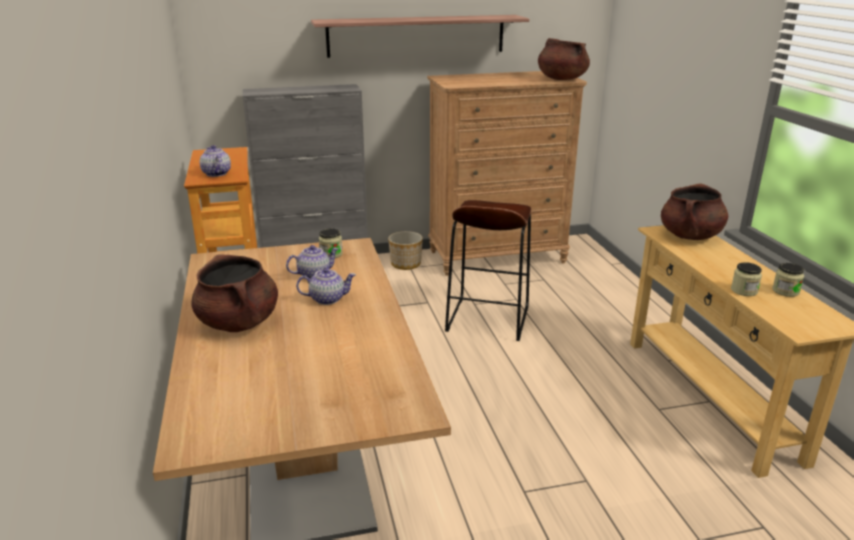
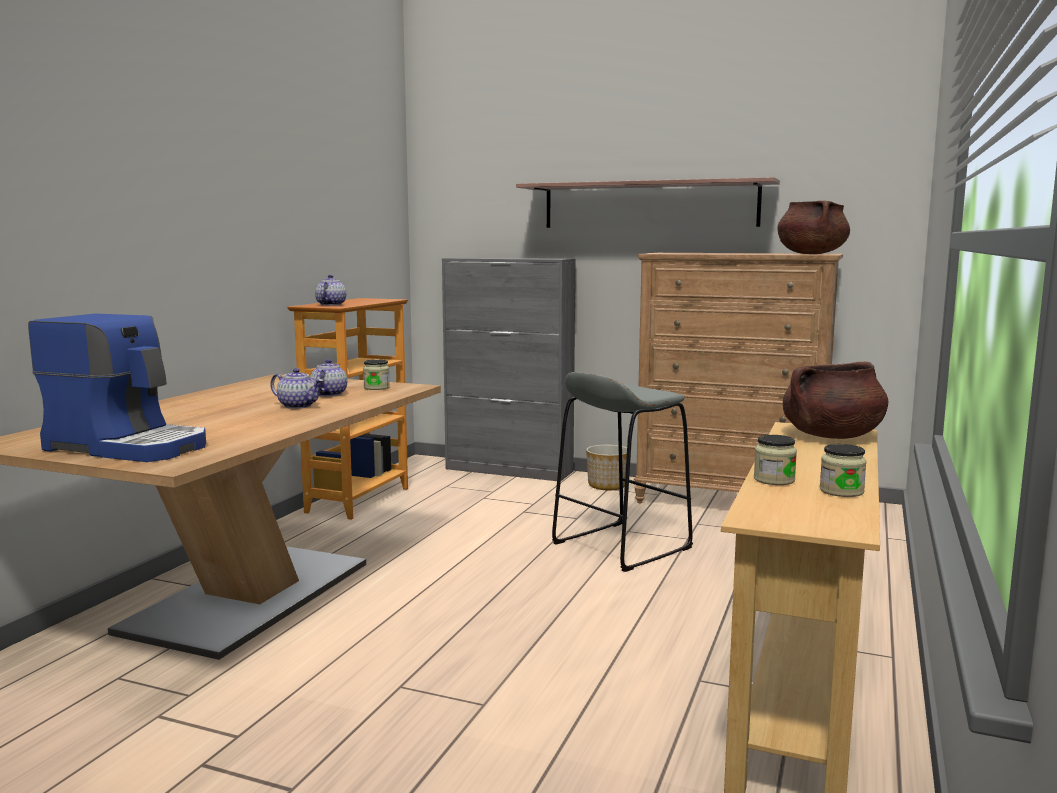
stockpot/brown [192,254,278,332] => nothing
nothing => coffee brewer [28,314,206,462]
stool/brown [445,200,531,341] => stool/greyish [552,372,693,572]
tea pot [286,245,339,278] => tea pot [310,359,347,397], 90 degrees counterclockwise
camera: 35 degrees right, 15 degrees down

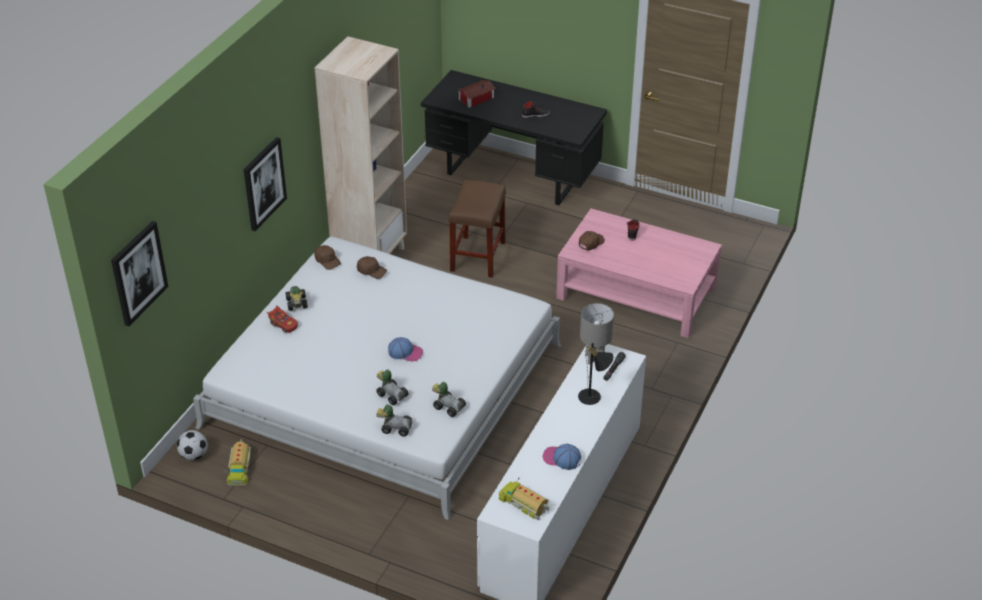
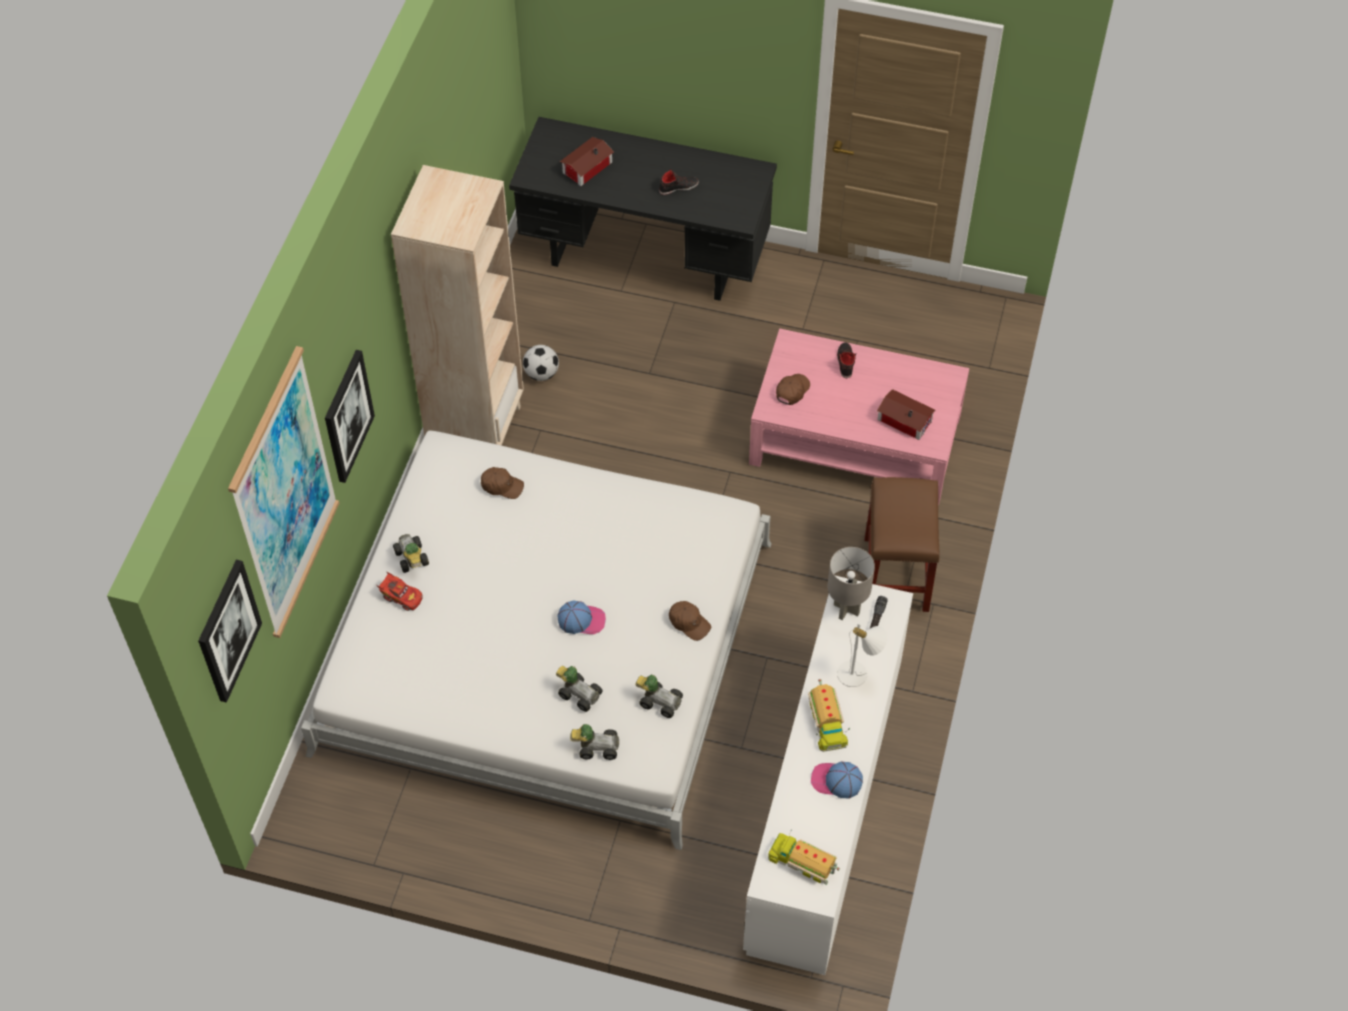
nothing => picture [228,346,339,638]
nothing => toy house [877,389,936,440]
ball for football [177,430,208,461] => ball for football [523,345,559,381], relocated
toy lorry [224,439,251,486] => toy lorry [808,679,850,752], relocated
cap/brown [314,245,341,270] => cap/brown [669,601,711,641], relocated
stool/brown [449,180,506,277] => stool/brown [865,477,939,612], relocated
lamp for a table/black-coloured [578,343,614,405] => lamp for a table/whitish [837,622,888,687]
camera: 10 degrees left, 15 degrees up

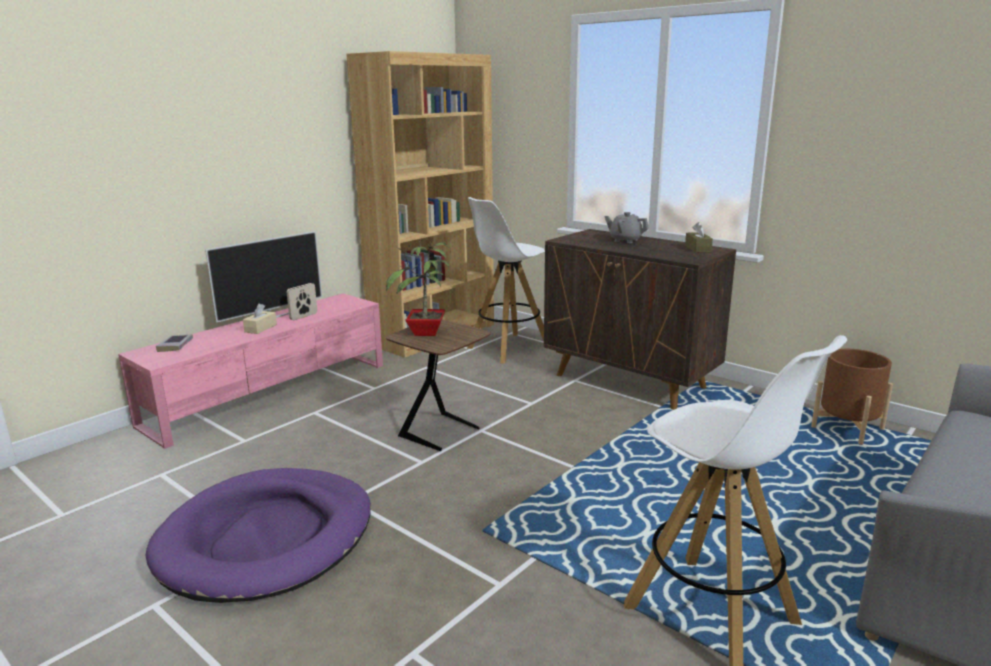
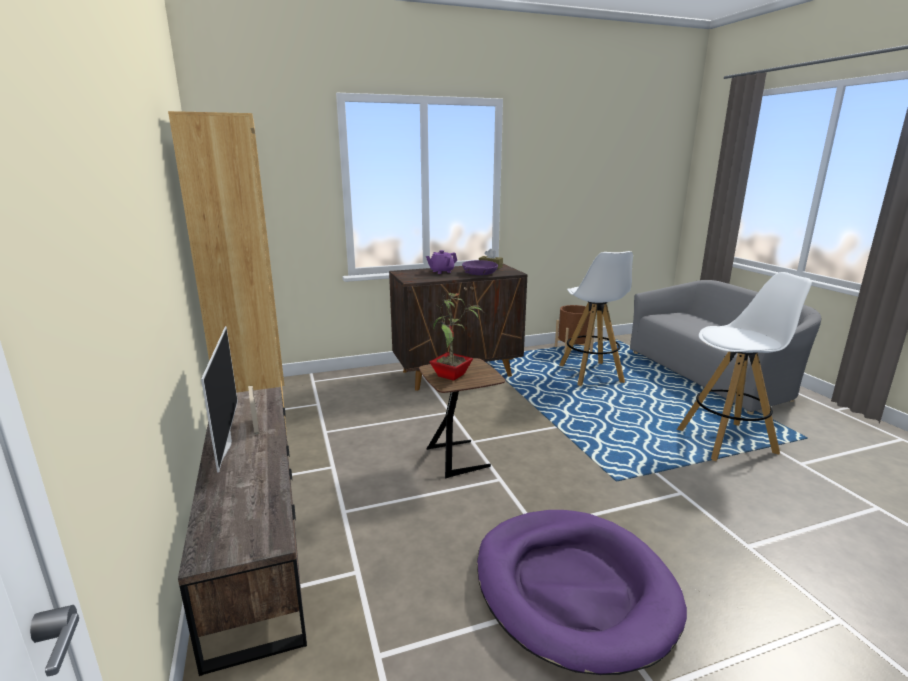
book [156,334,193,352] => nothing
box of tissues/beige [243,304,277,334] => nothing
nothing => serving bowl/purplish [462,260,498,275]
stool/whitish [467,197,548,363] => stool/whitish [559,251,633,386], relocated
tv stand/pink [118,294,383,449] => tv stand/brown [178,387,307,676]
tea pot/greyish [605,212,649,243] => tea pot/purplish [426,250,457,274]
camera: 60 degrees left, 0 degrees up

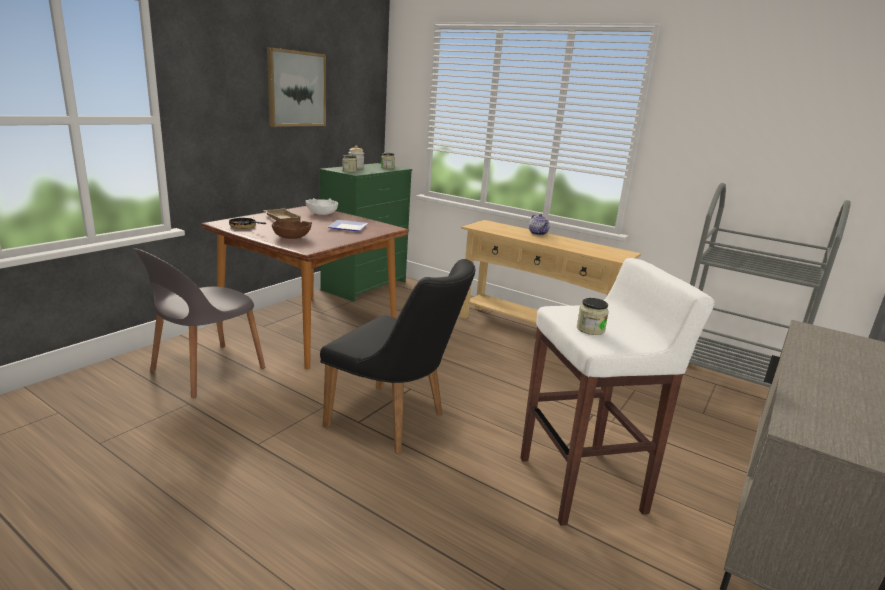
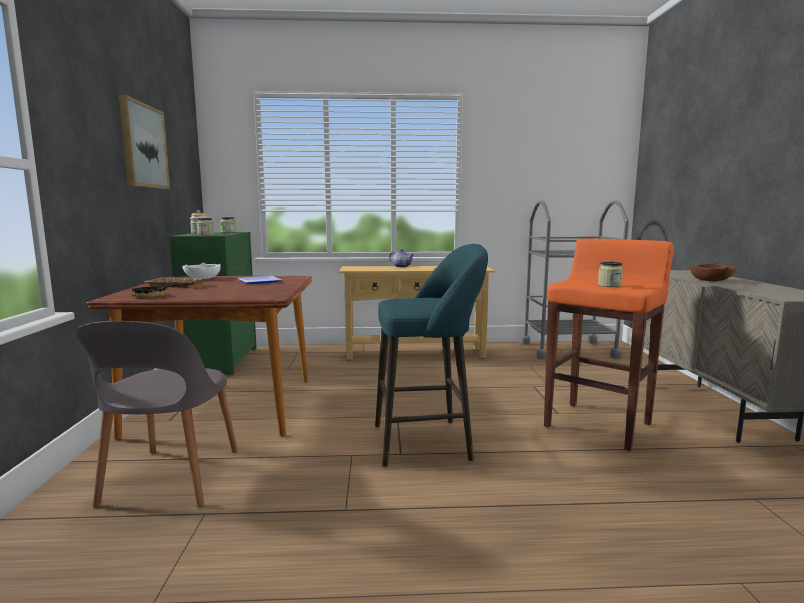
serving bowl/brown [272,220,312,239] => serving bowl/brown [690,262,736,282], relocated
upright chair/black-coloured [320,259,475,454] => stool/turquoise [375,244,488,467]
stool/whitish [520,258,715,526] => stool/orange-coloured [544,238,674,451]
camera: 35 degrees left, 10 degrees down

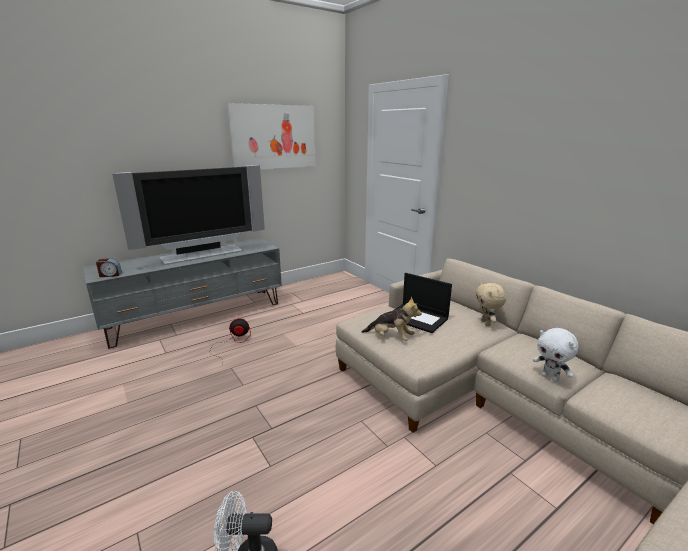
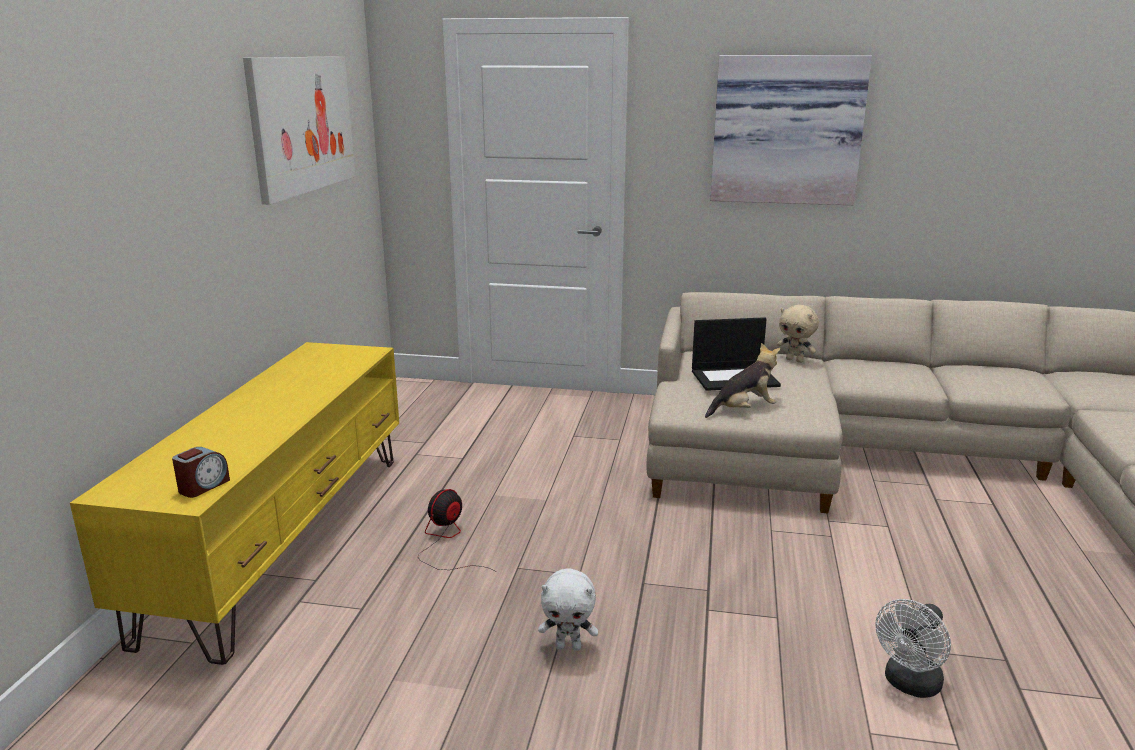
TV [112,165,265,265] => nothing
nothing => picture [710,55,872,205]
cuddly toy/whitish [533,328,579,382] => cuddly toy/whitish [538,568,598,651], relocated
tv stand/greyish [83,238,282,349] => tv stand/yellow-coloured [70,342,399,665]
camera: 45 degrees left, 0 degrees up

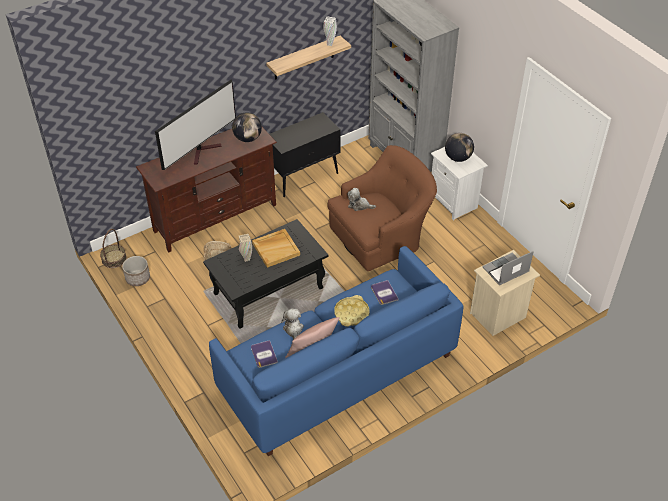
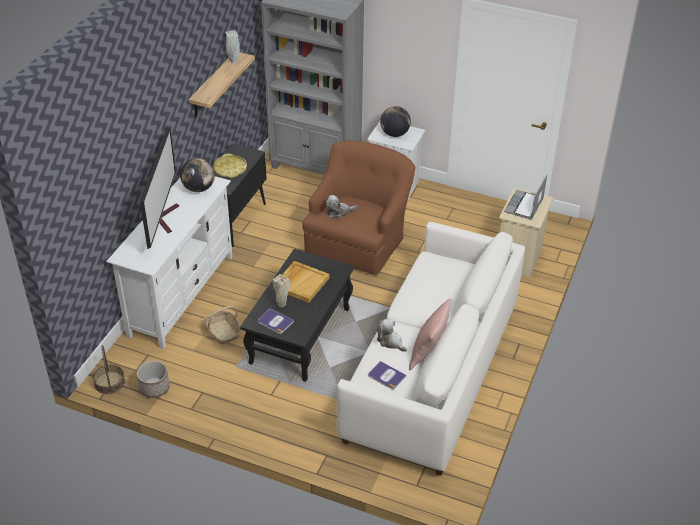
serving tray/yellow-coloured [334,295,369,327] => serving tray/yellow-coloured [213,153,247,178], relocated
book [371,280,399,305] => book [258,309,294,334], relocated
tv stand/brown [136,127,277,252] => tv stand/whitish [106,176,233,349]
settee/blue [209,246,463,456] => settee/whitish [337,222,525,476]
camera: 35 degrees left, 5 degrees down

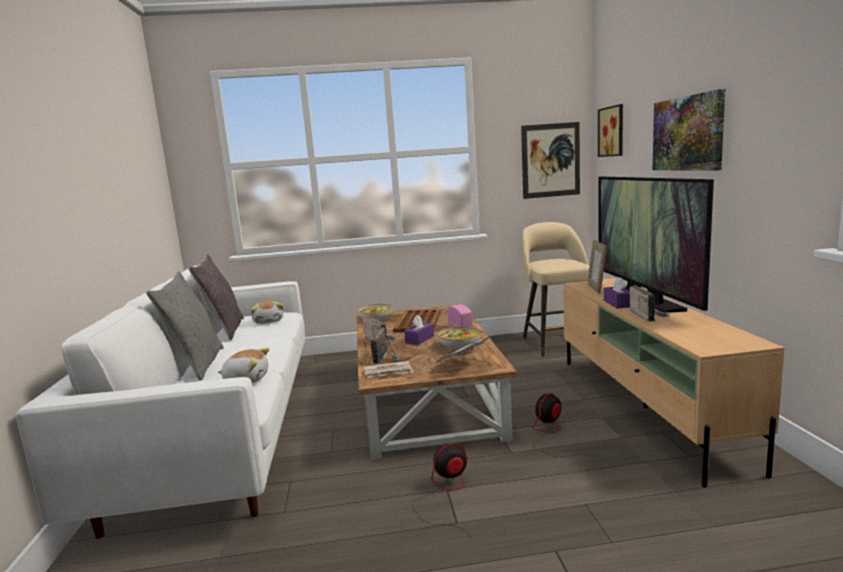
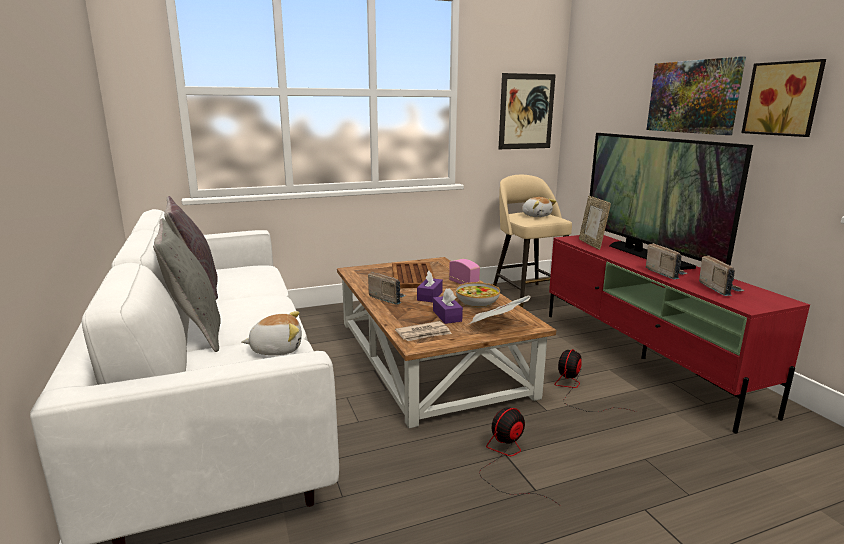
serving bowl [358,304,393,321] => nothing
cuddly toy [251,300,283,324] => cuddly toy [522,197,556,217], relocated
radio [370,328,399,364] => radio [699,255,745,296], relocated
picture [598,104,623,157] => picture [741,59,826,137], relocated
box of tissues/purplish [604,277,630,309] => box of tissues/purplish [433,288,463,324], relocated
tv stand/beige [563,278,785,488] => tv stand/red [549,235,810,434]
camera: 15 degrees left, 5 degrees up

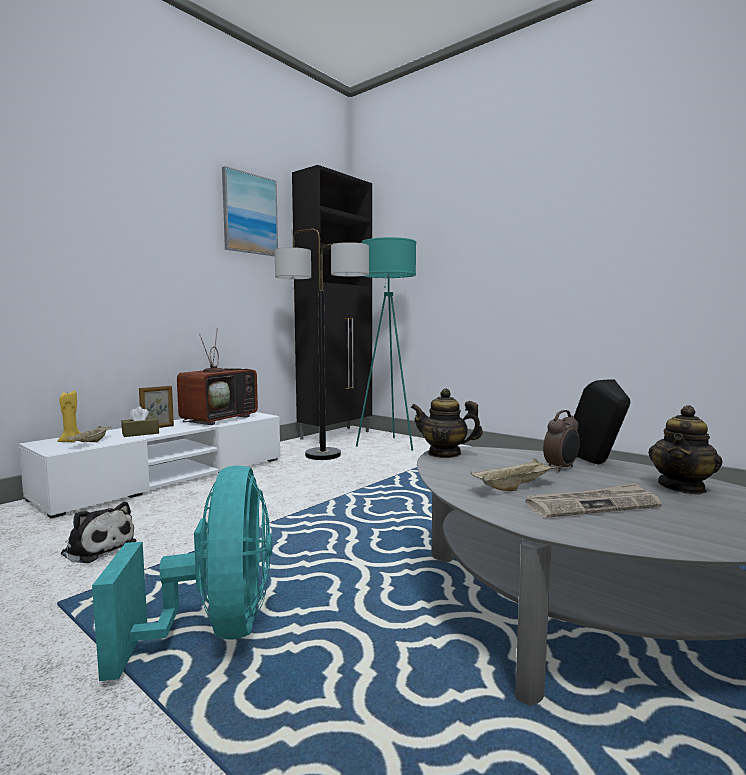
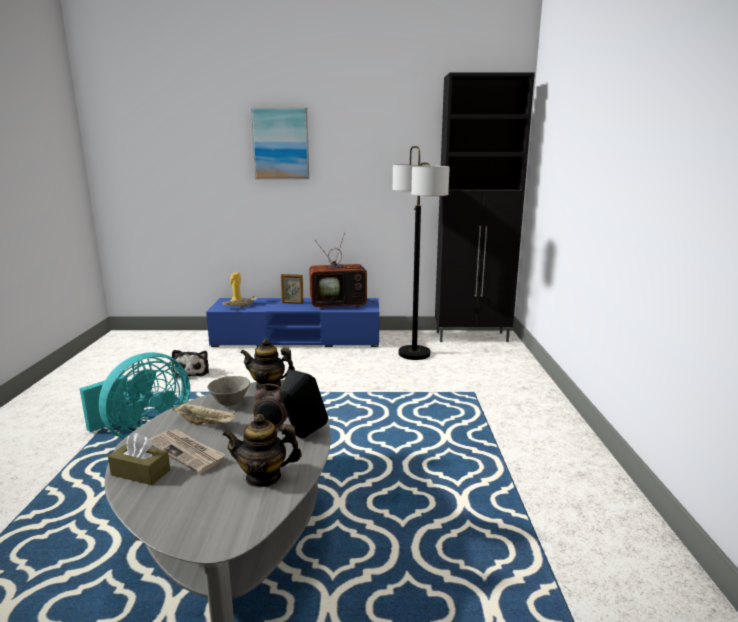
standard lamp/turquoise [356,237,416,451] => nothing
nothing => serving bowl/greyish [207,376,250,406]
box of tissues/brown [121,406,159,437] => box of tissues/brown [108,433,170,485], relocated
picture [222,166,278,256] => picture [251,107,309,179], relocated
tv stand/whitish [19,412,280,518] => tv stand/blue [206,298,379,347]
tea pot [411,389,483,458] => tea pot [240,339,295,392], 60 degrees counterclockwise
camera: 50 degrees right, 10 degrees up

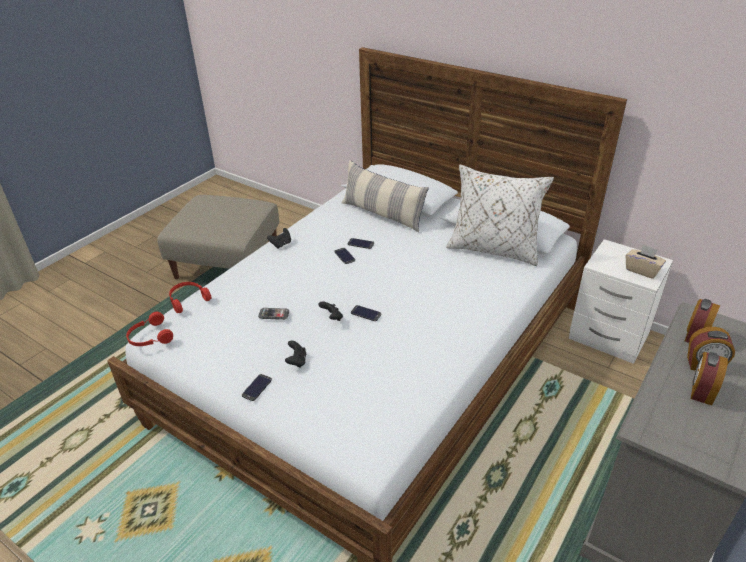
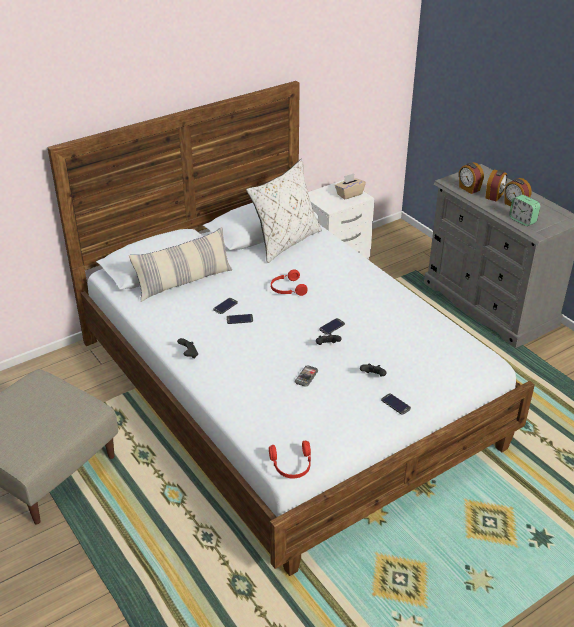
nothing => table clock [509,195,540,226]
headset/red [169,282,211,313] => headset/red [271,269,308,296], relocated
camera: 70 degrees left, 0 degrees up

